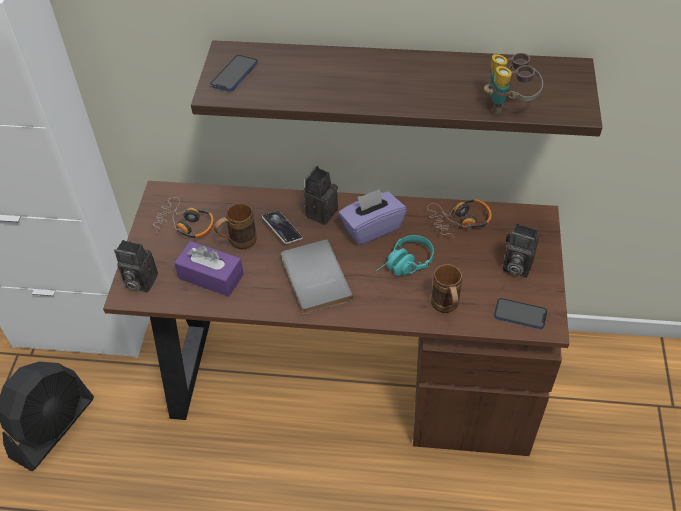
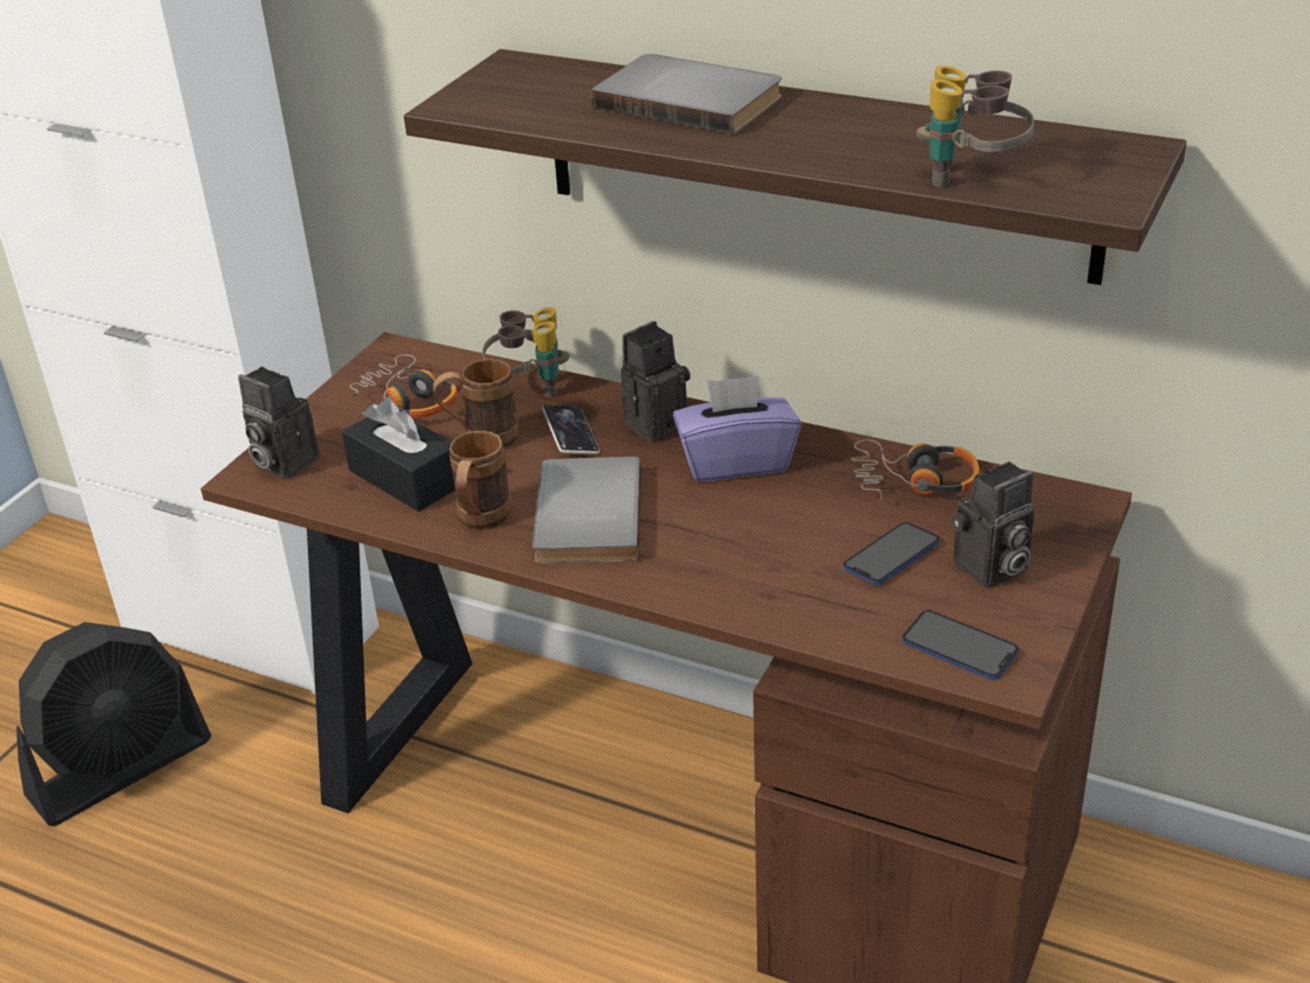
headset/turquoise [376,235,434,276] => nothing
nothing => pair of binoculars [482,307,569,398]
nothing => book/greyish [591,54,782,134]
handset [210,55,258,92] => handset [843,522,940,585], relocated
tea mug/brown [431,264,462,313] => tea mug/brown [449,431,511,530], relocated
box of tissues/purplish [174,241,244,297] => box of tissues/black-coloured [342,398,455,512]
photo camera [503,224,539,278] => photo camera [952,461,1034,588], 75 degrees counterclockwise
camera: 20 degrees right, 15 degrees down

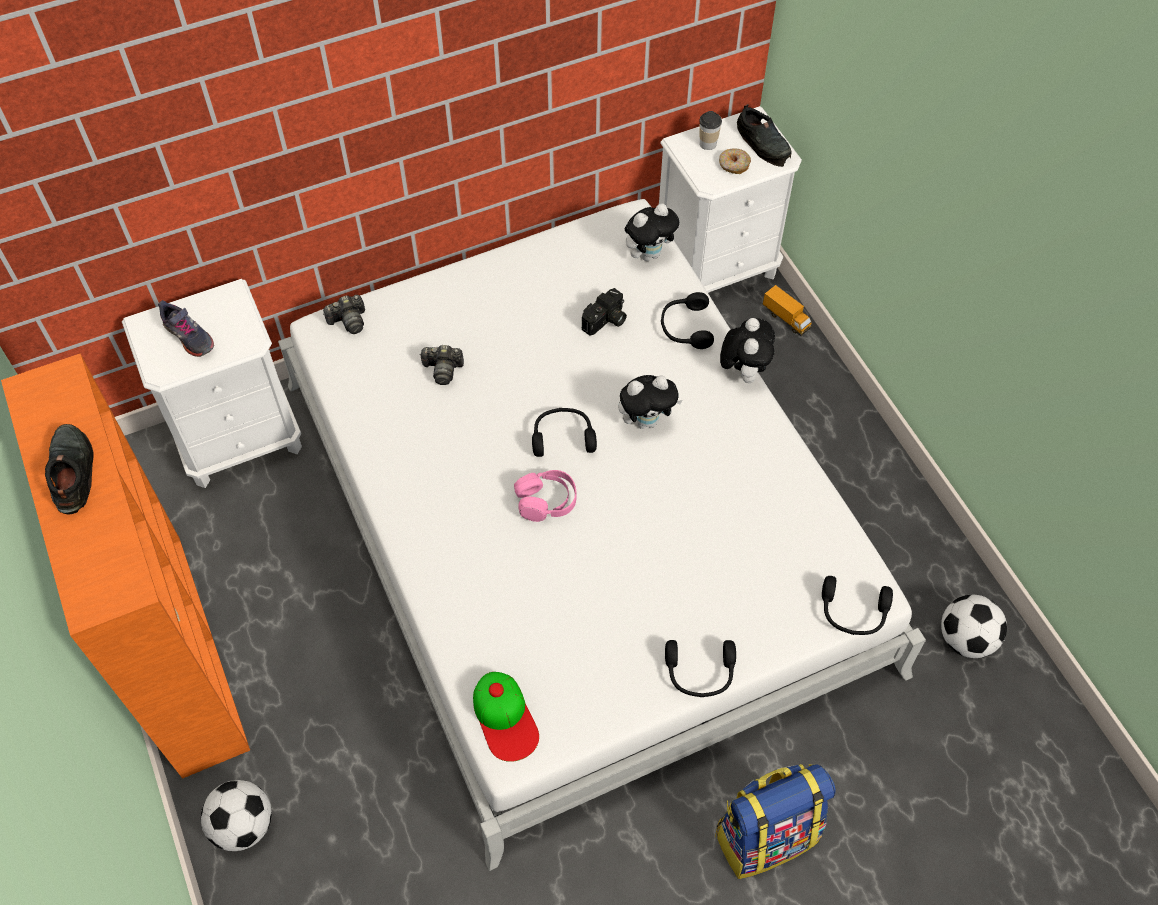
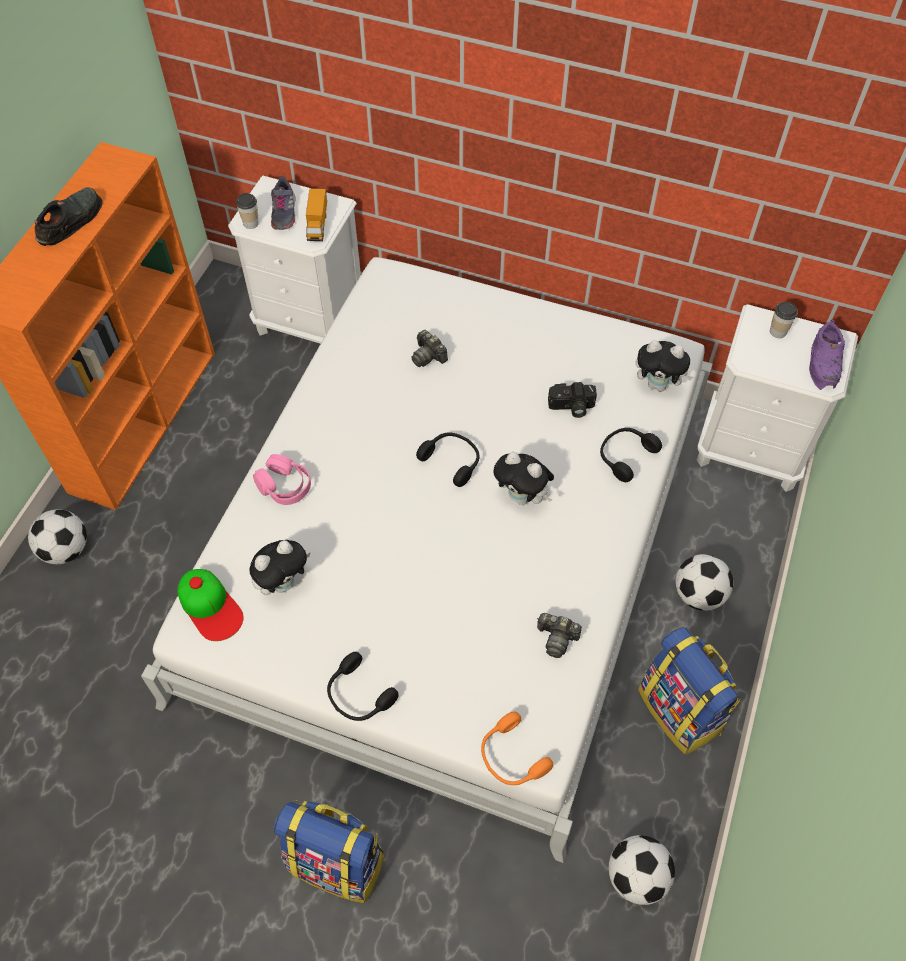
ring doughnut [719,148,751,174] => nothing
nothing => cup [236,193,259,229]
nothing => knapsack [638,627,740,755]
nothing => ball for football [675,554,733,611]
photo camera [323,295,365,334] => photo camera [537,613,582,658], relocated
headset/pink [514,470,577,522] => headset/pink [253,454,311,505], relocated
cuddly toy [720,318,775,383] => cuddly toy [249,540,311,595], relocated
toy lorry [763,285,812,336] => toy lorry [306,188,327,241], relocated
low shoe/black-coloured [737,104,792,167] => low shoe/purplish [809,320,845,390]
headset/black-coloured [822,576,893,635] => headset/orange-coloured [481,712,553,785]
cap [473,672,539,762] => cap [177,569,244,641], 60 degrees counterclockwise
camera: 45 degrees right, 0 degrees up

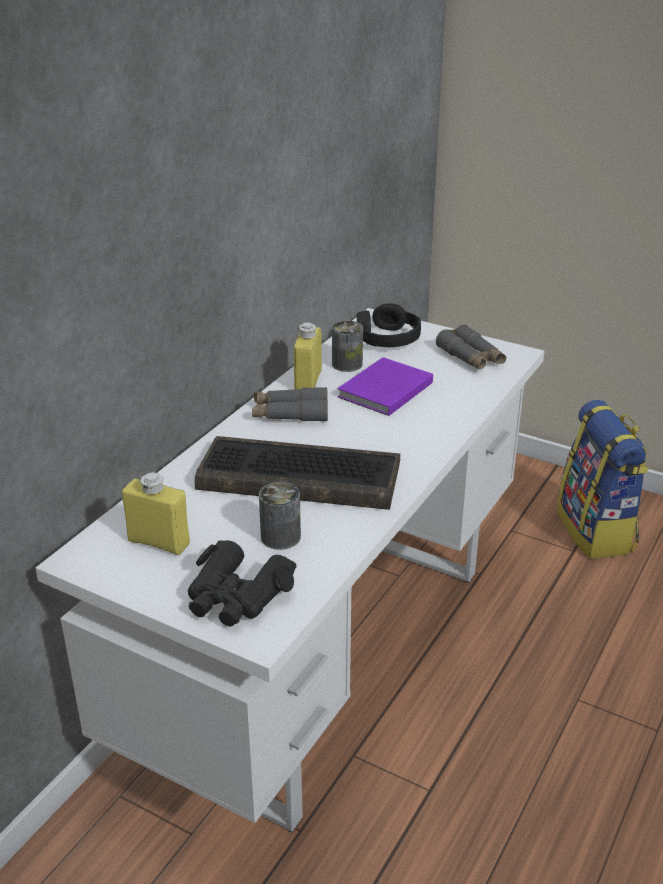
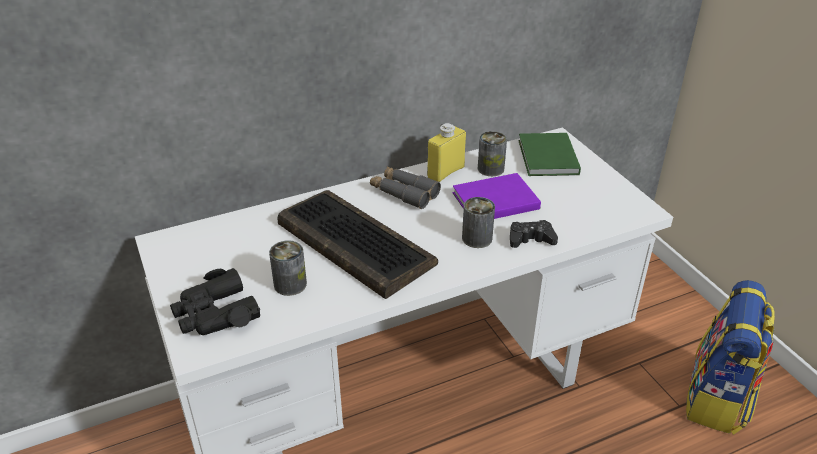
beverage bottle/yellow-coloured [122,473,190,555] => nothing
pair of binoculars/greyish [436,325,506,370] => nothing
nothing => sealed can [462,197,495,248]
nothing => gamepad/black-coloured [510,220,558,248]
headset/black-coloured [357,303,421,347] => book/greenish [518,133,581,176]
camera: 35 degrees right, 5 degrees up

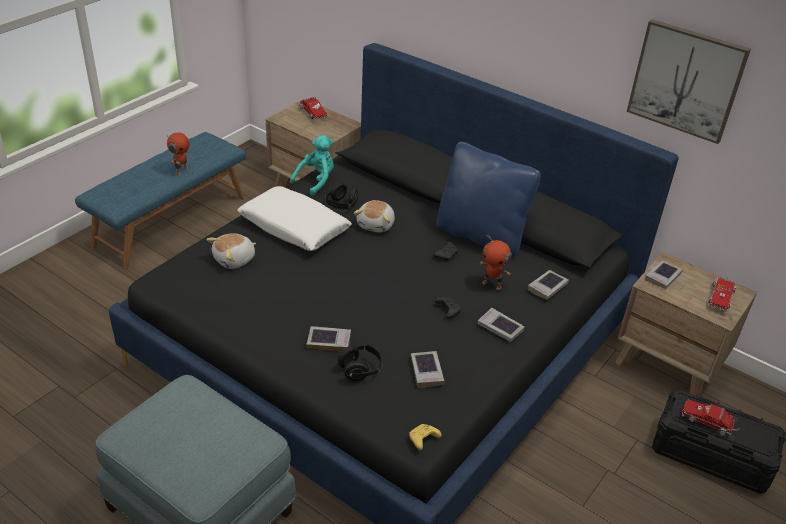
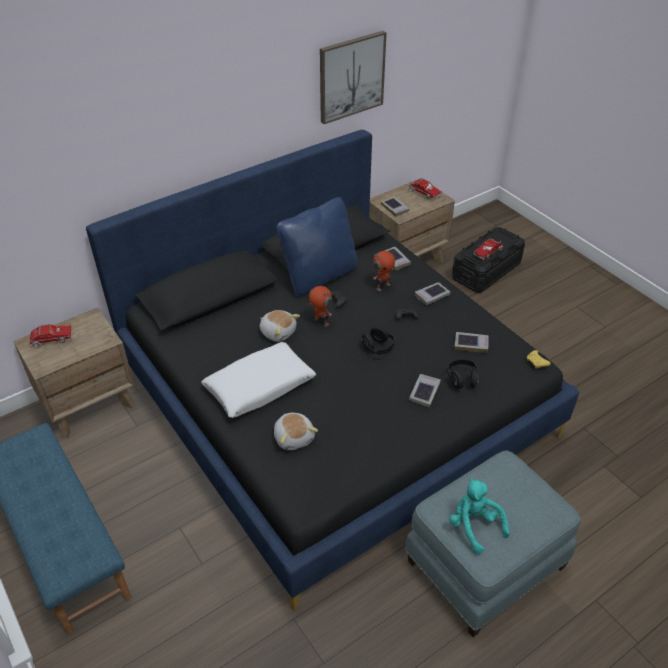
toy robot [167,133,189,176] => toy robot [309,286,332,327], relocated
cuddly toy/turquoise [290,135,334,196] => cuddly toy/turquoise [449,478,510,554], relocated
headset/black-coloured [325,182,359,209] => headset/black-coloured [361,326,396,355], relocated
camera: 70 degrees left, 5 degrees up

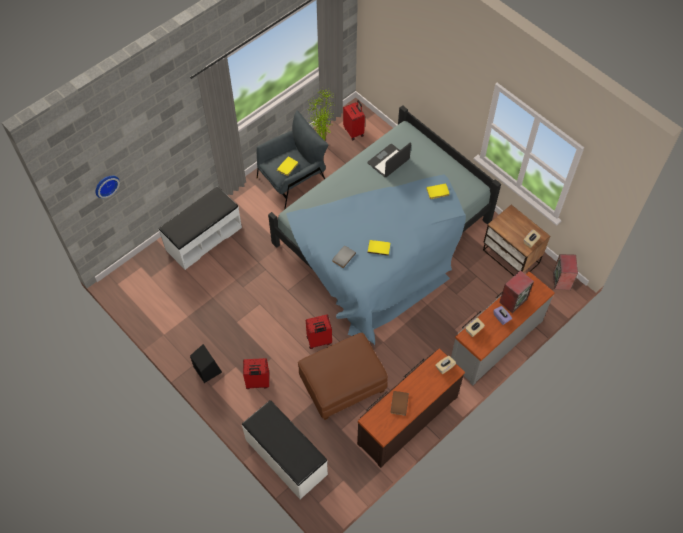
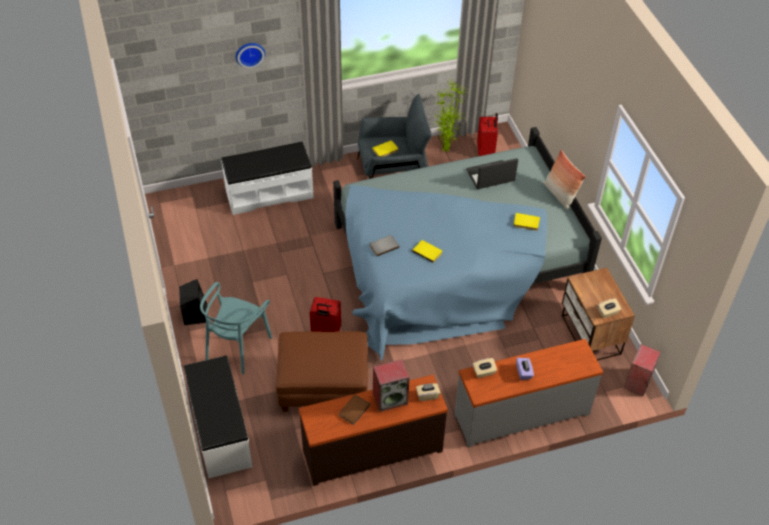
nothing => cushion [543,149,586,210]
clock on the wall [95,176,120,199] => clock on the wall [236,43,265,68], relocated
audio speaker [499,270,534,313] => audio speaker [373,359,409,412], relocated
piece of luggage/red [243,358,269,389] => upright chair/turquoise [200,282,272,374]
camera: 25 degrees right, 10 degrees down

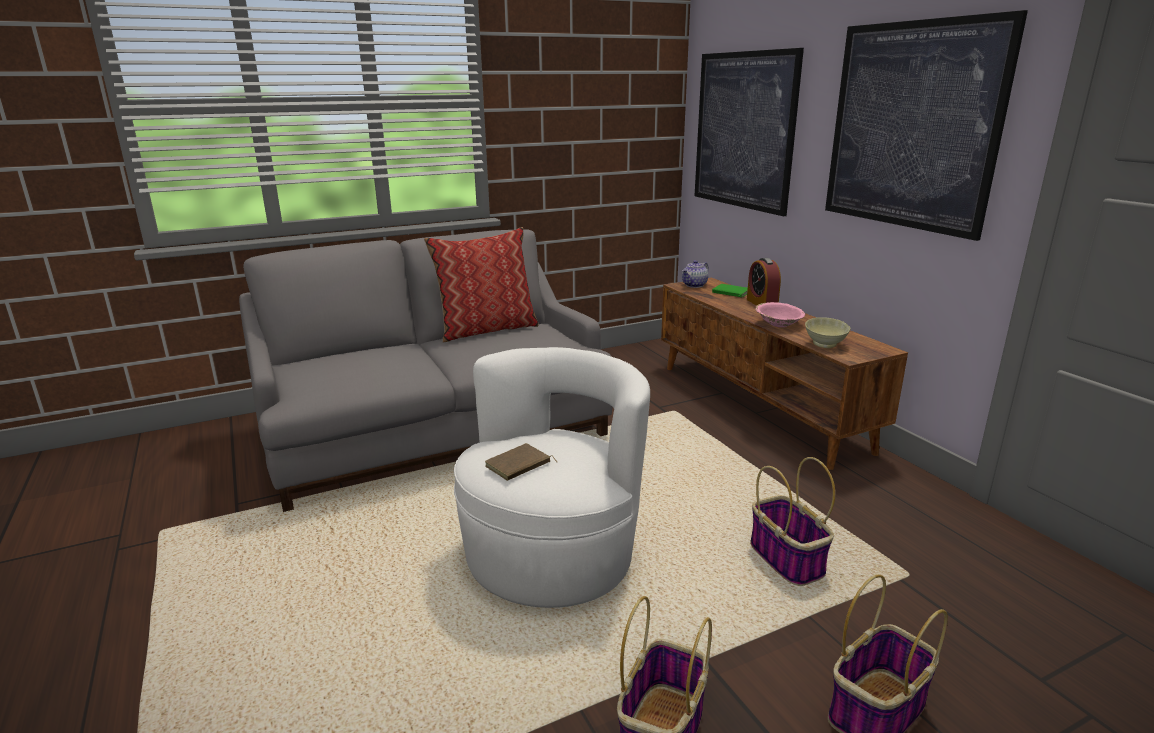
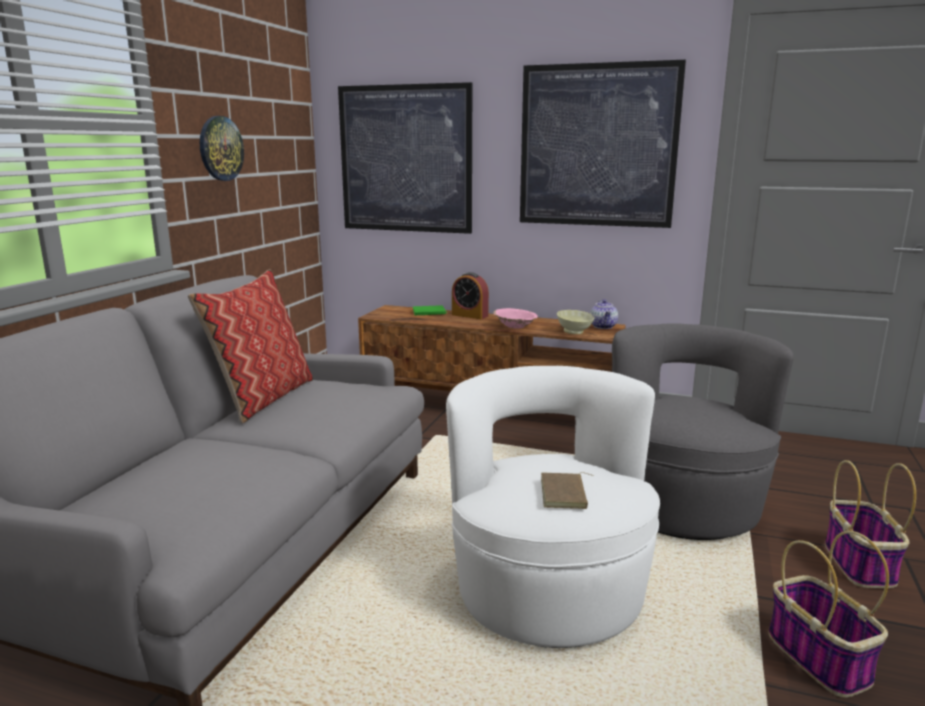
nothing => clock on the wall [200,116,244,181]
tea pot [682,260,709,288] => tea pot [590,299,618,329], relocated
storage basket [750,457,835,586] => armchair/greyish [612,324,794,540]
camera: 45 degrees left, 5 degrees down

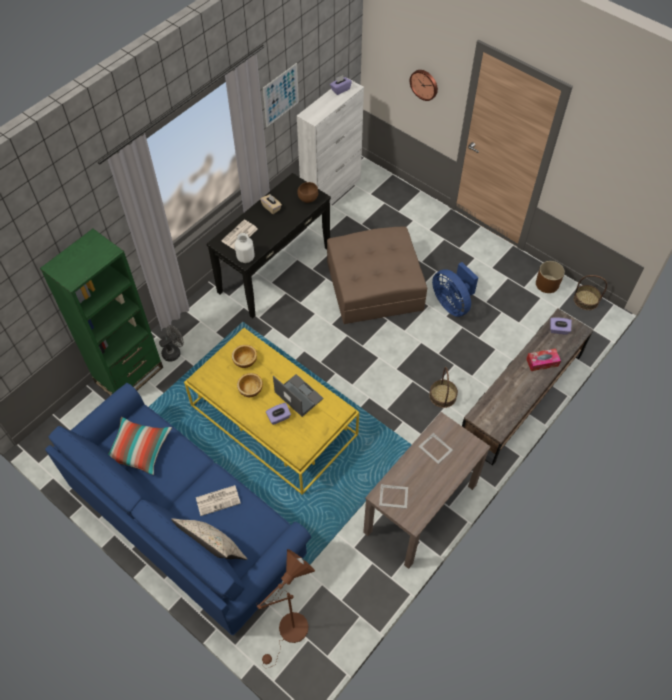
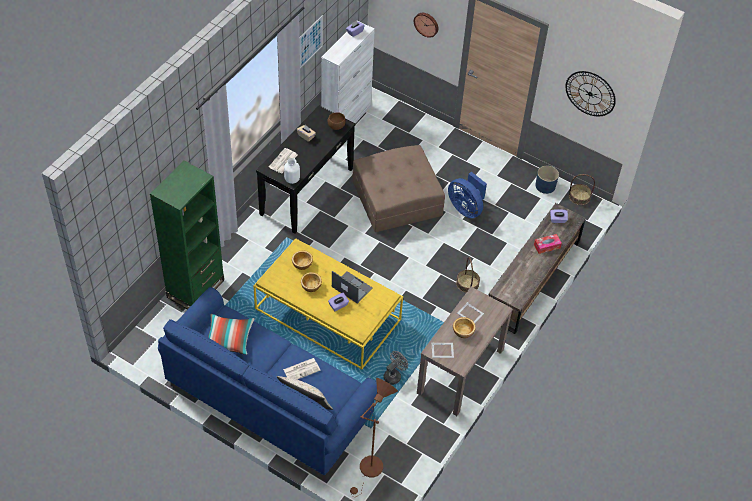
nothing => serving bowl [453,317,476,338]
nothing => clock on the wall [566,71,616,116]
fan/greyish [159,325,184,362] => fan/greyish [384,351,408,385], relocated
flower pot/brown [536,261,565,293] => flower pot/blue [535,166,559,194]
camera: 10 degrees left, 5 degrees down

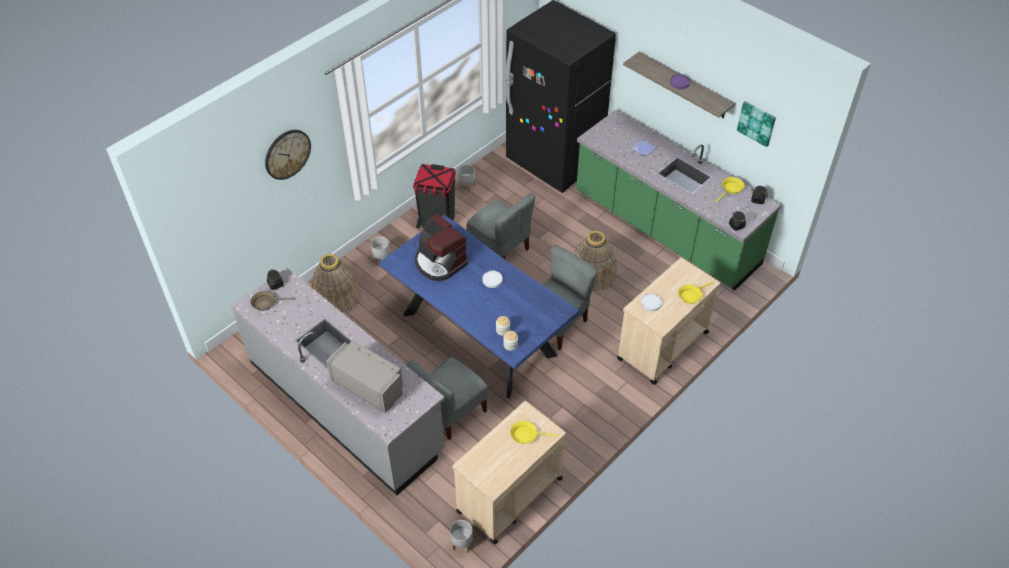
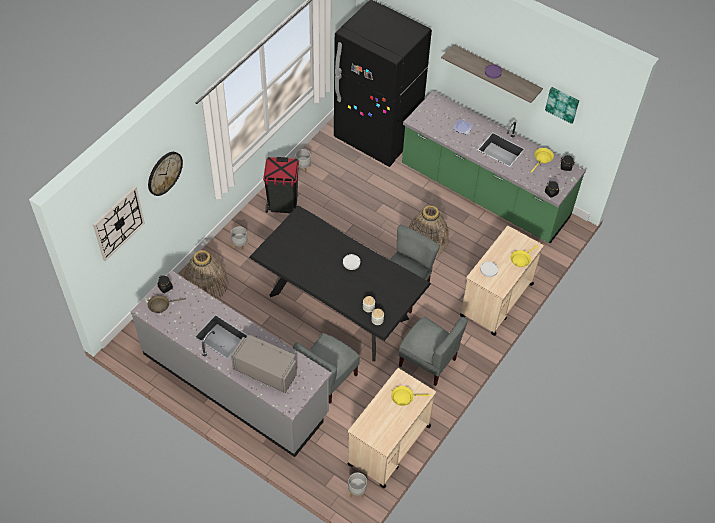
coffee brewer [415,214,468,281] => nothing
nothing => clock on the wall [93,186,145,261]
upright chair/greyish [467,193,535,259] => upright chair/greyish [399,316,468,386], relocated
dinner table/blue [378,215,581,398] => dinner table/black-coloured [249,206,431,361]
camera: 10 degrees left, 5 degrees up

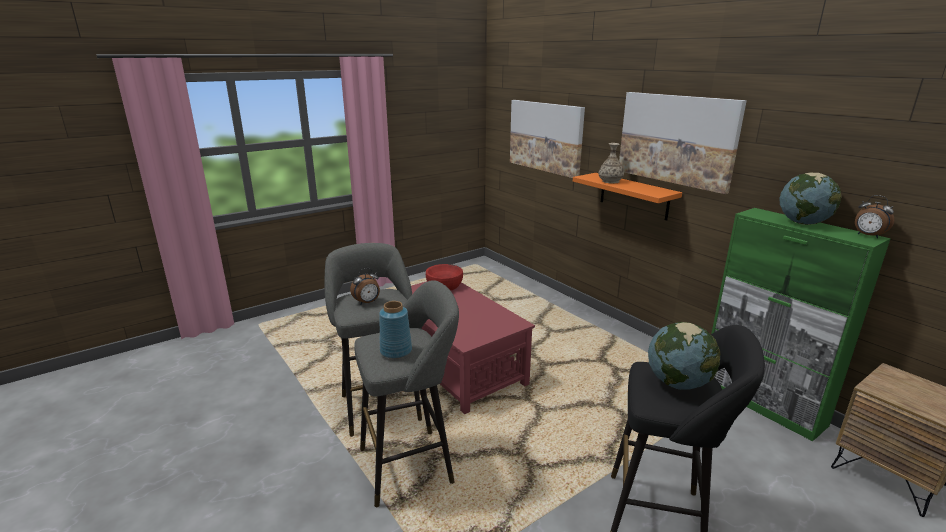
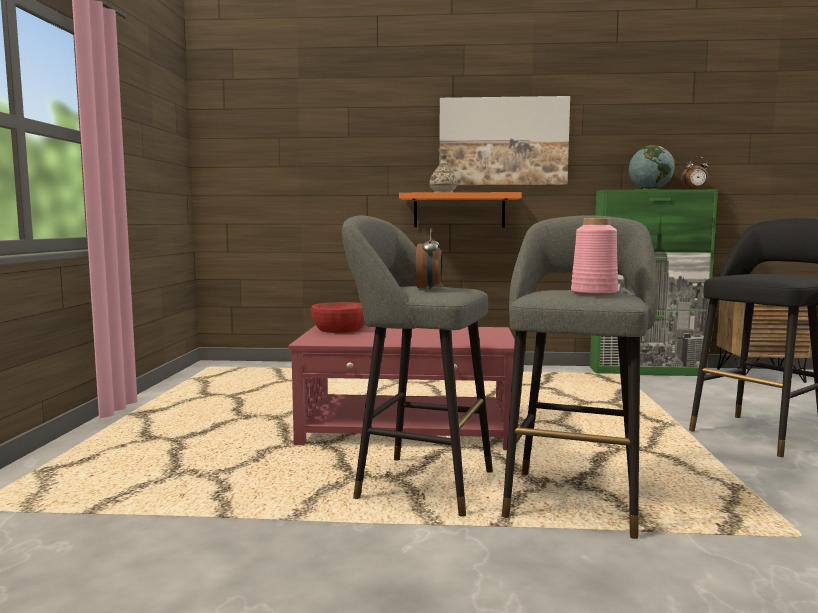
picture [510,100,585,178] => nothing
world globe [648,322,721,390] => nothing
vase/blue [379,301,412,359] => vase/pink [571,218,618,295]
camera: 50 degrees left, 15 degrees down

